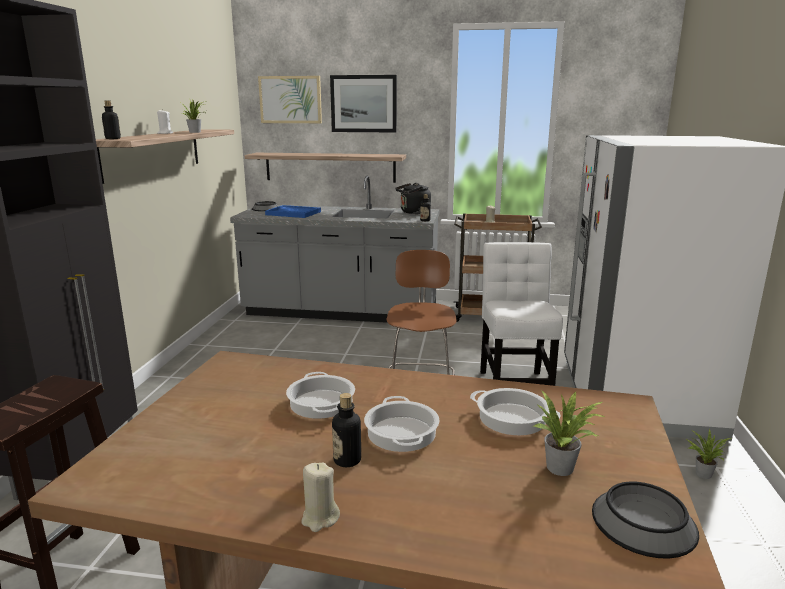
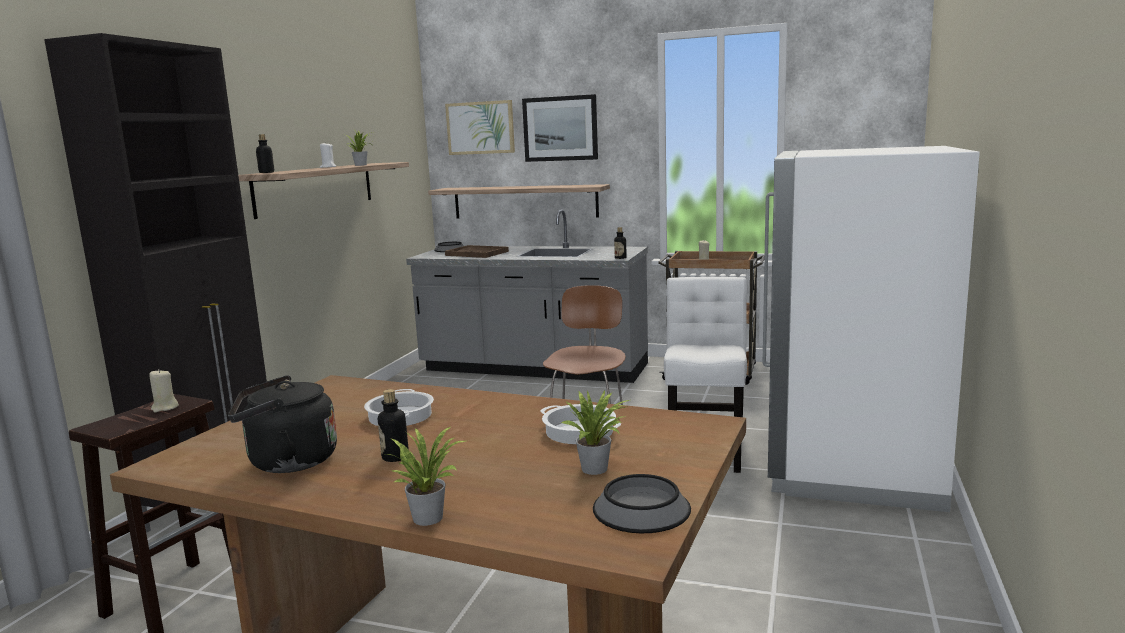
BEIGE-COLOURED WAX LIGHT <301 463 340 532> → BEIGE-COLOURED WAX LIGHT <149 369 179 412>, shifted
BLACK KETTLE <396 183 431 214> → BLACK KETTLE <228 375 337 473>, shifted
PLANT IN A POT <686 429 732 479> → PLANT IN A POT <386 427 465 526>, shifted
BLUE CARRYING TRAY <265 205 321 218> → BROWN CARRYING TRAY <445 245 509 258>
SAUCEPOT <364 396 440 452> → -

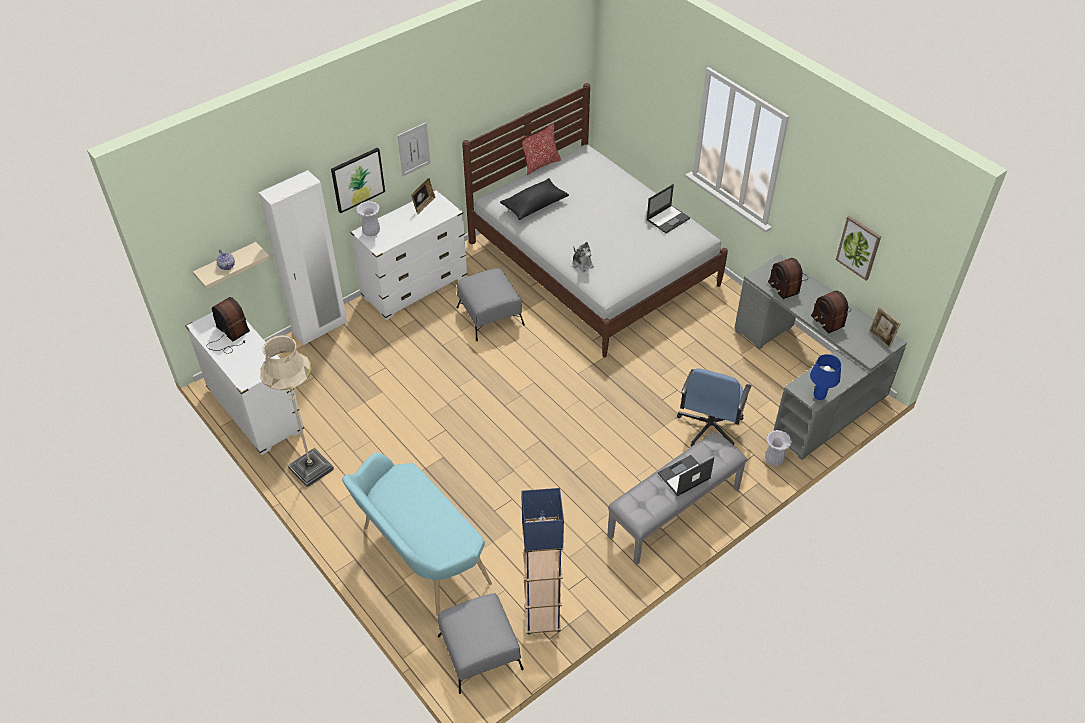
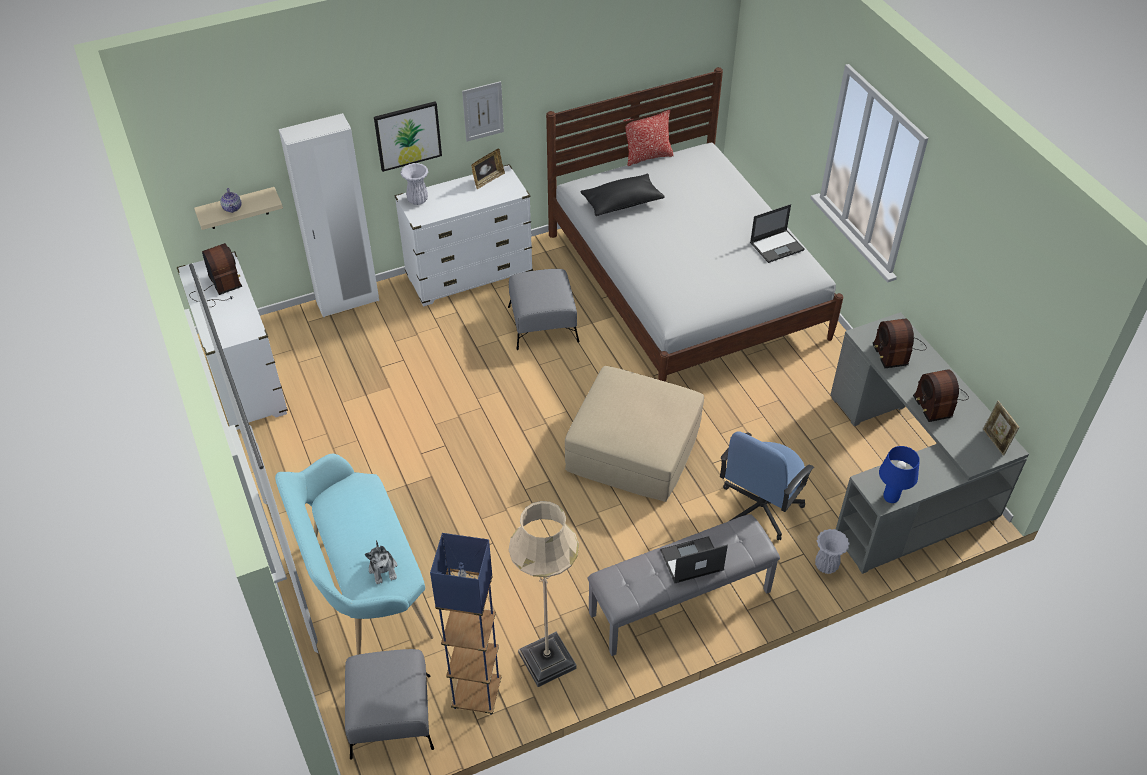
PLUSH TOY <572 242 594 272> → PLUSH TOY <365 540 397 584>, shifted
BEIGE-COLOURED STANDARD LAMP <260 335 334 487> → BEIGE-COLOURED STANDARD LAMP <509 501 579 687>, shifted
- → BEIGE-COLOURED FOOTREST <565 366 704 502>
PICTURE <836 216 881 280> → -

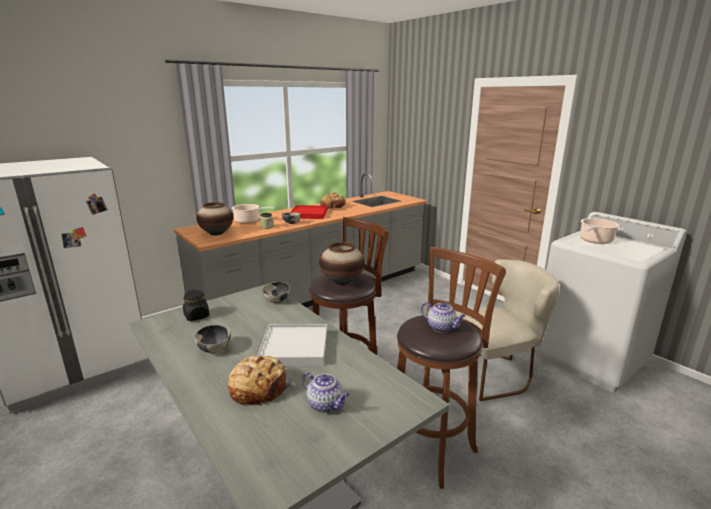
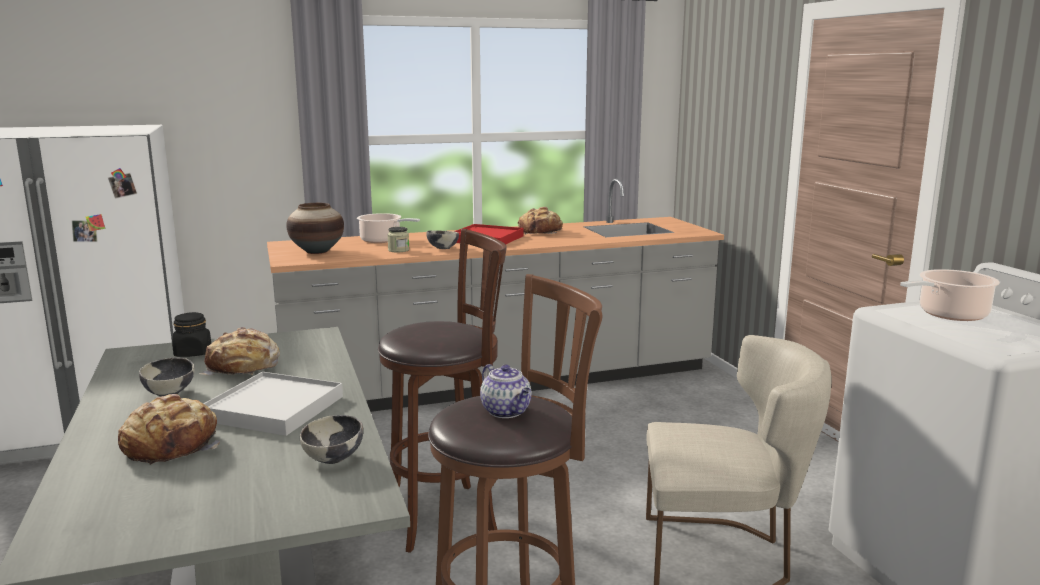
- → BREAD <199 327 280 375>
BOWL <263 282 290 303> → BOWL <300 415 363 464>, shifted
TEA POT <302 372 349 413> → -
FLOWER VASE <319 242 365 285> → -

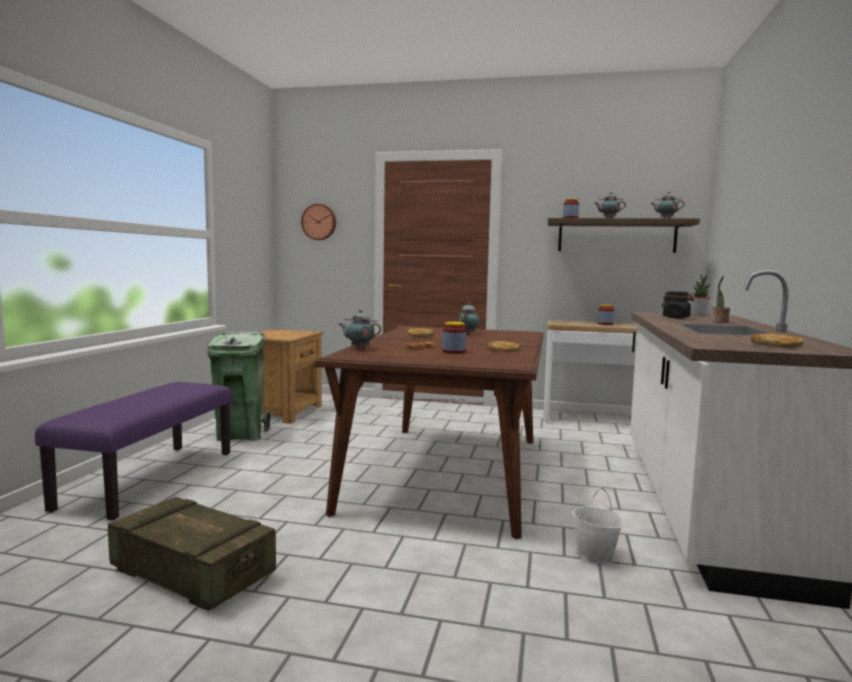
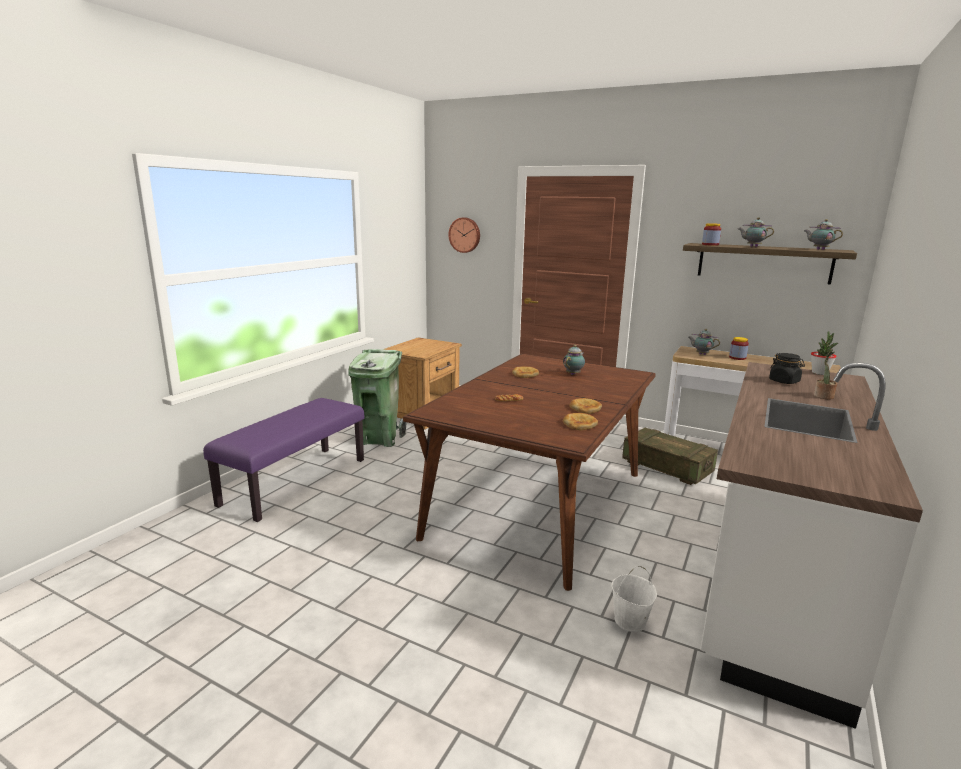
BREAD <751 333 804 348> → BREAD <563 413 598 430>, shifted
SHIPPING CRATE <108 497 276 610> → SHIPPING CRATE <622 428 718 485>, shifted
TEA POT <339 310 381 349> → TEA POT <688 329 720 355>, shifted
JAR <442 322 466 354> → -

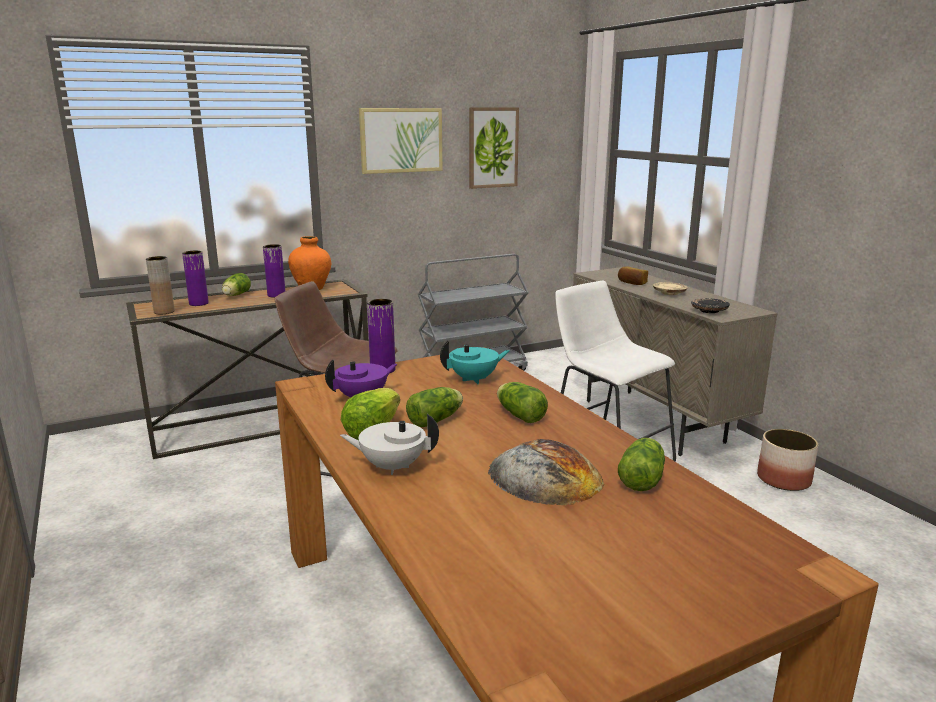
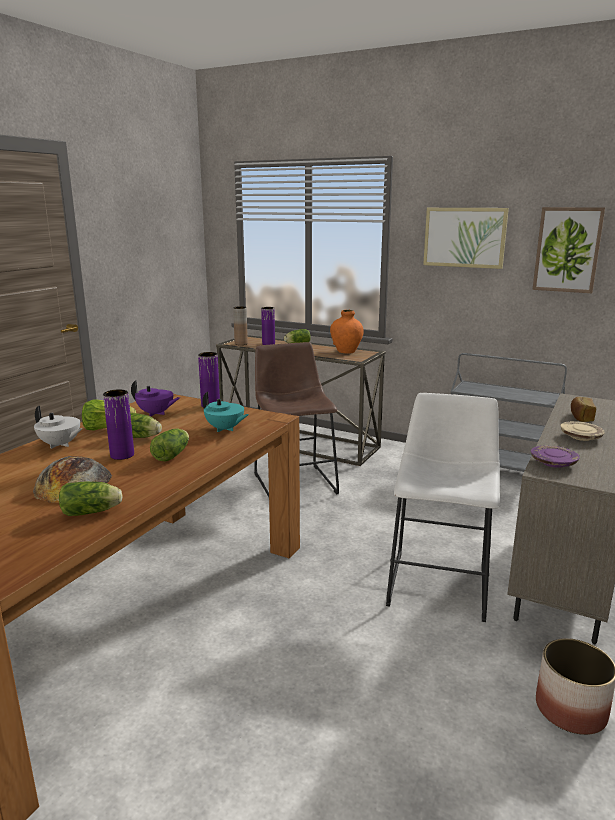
WHITE TEA POT <340 414 439 475> → WHITE TEA POT <34 406 82 449>, 150 degrees clockwise
PURPLISH FLOWER VASE <263 244 285 298> → PURPLISH FLOWER VASE <103 390 134 460>, shifted
BLACK PLATE <691 298 730 313> → PURPLISH PLATE <531 445 580 468>

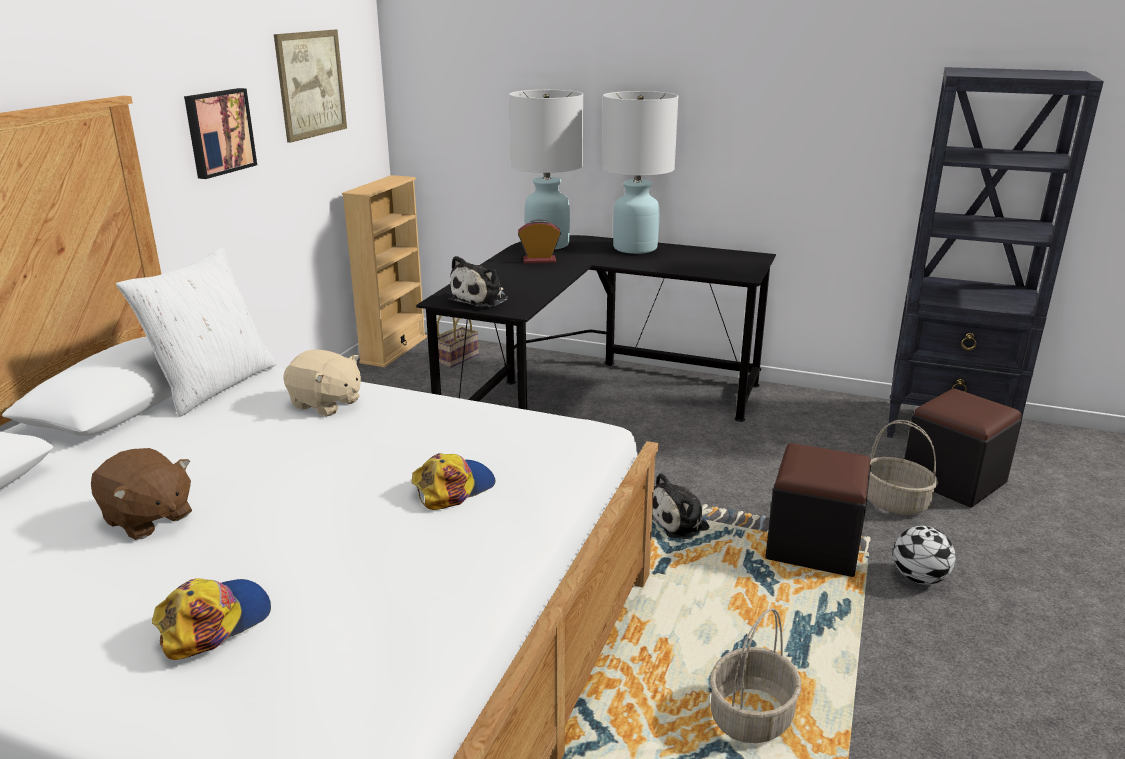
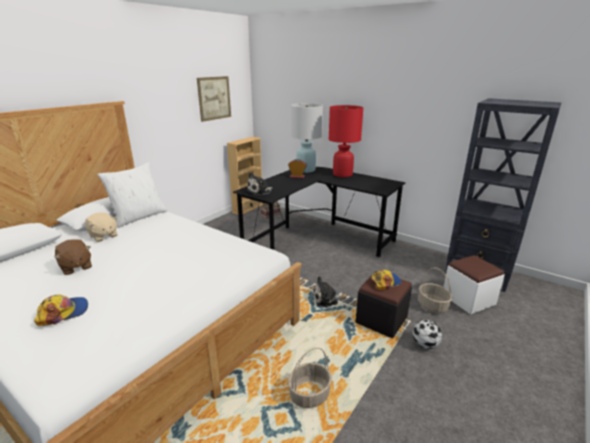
BEIGE-COLOURED PLUSH TOY <283 350 361 416> → BEIGE-COLOURED PLUSH TOY <85 213 118 242>, shifted
WHITE TABLETOP LAMP <602 91 679 254> → RED-COLOURED TABLETOP LAMP <329 105 364 177>
BASEBALL CAP <411 453 496 510> → BASEBALL CAP <372 269 402 290>, shifted
BLACK FOOTREST <904 389 1022 508> → WHITE FOOTREST <444 255 504 314>
PICTURE <184 88 257 179> → -

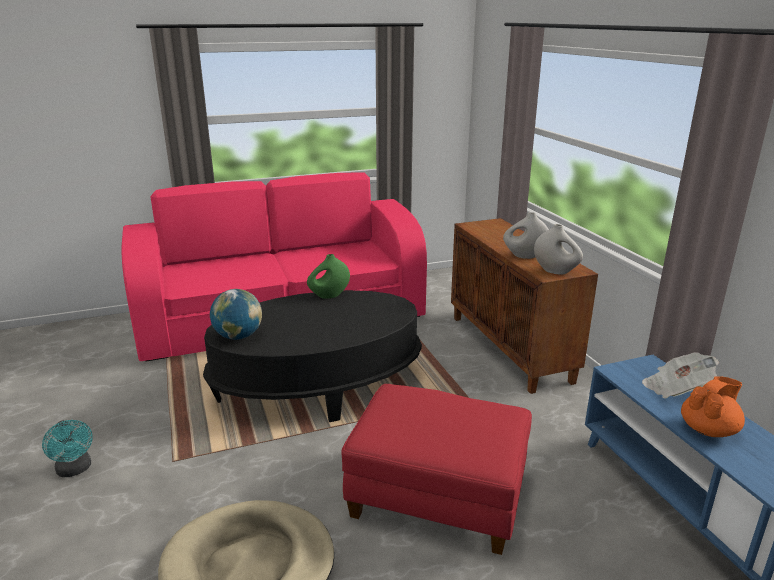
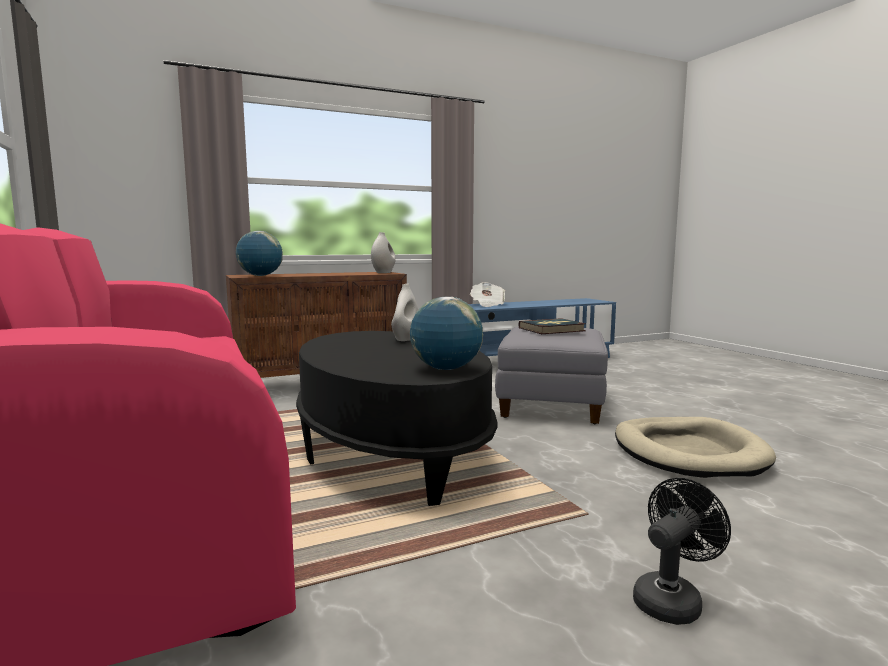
- → WORLD GLOBE <236 231 283 276>
WHITE FLOWER VASE <503 212 549 259> → WHITE FLOWER VASE <391 284 418 341>, shifted
RED-COLOURED FOOTREST <342 384 532 555> → GRAY FOOTREST <495 326 608 424>
- → VOLUME <518 318 586 334>
TURQUOISE-COLOURED FAN <42 420 93 477> → BLACK FAN <633 478 731 625>
GREENISH FLOWER VASE <307 254 350 299> → -
ORANGE-COLOURED TEA POT <681 376 745 437> → -

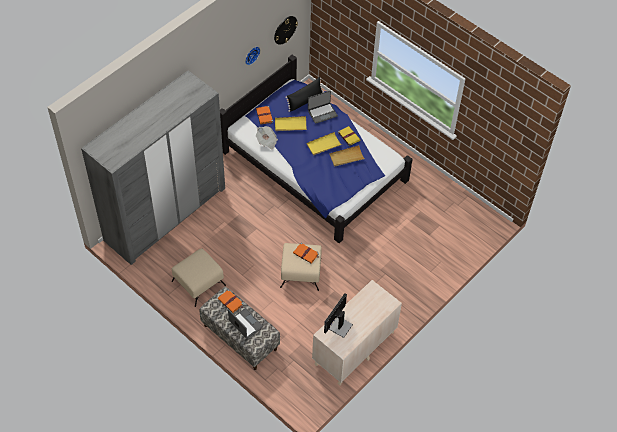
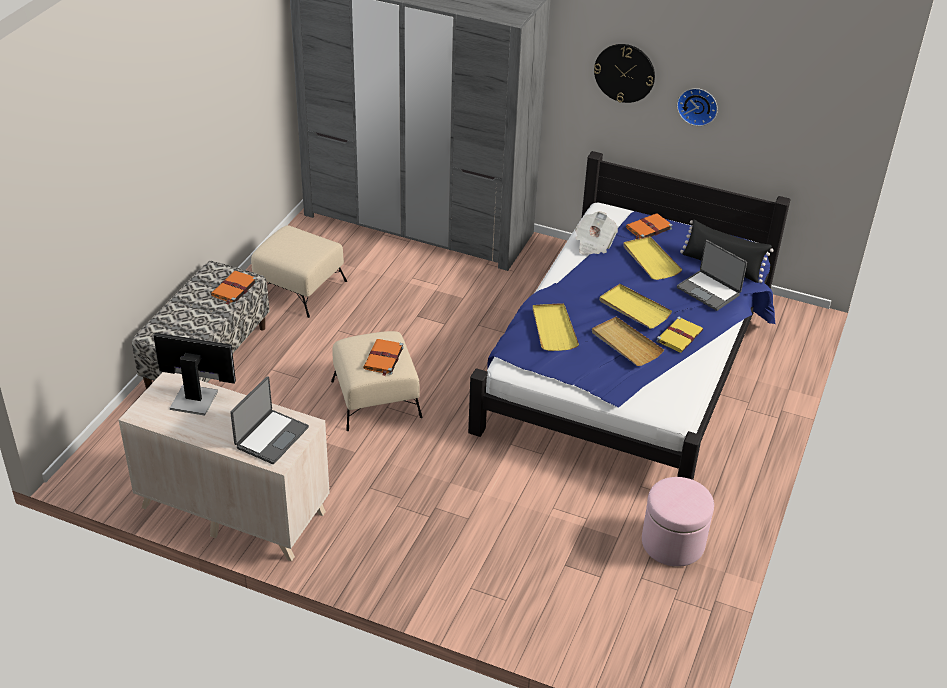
PORTABLE COMPUTER <228 308 263 339> → PORTABLE COMPUTER <230 376 309 464>, shifted
- → YELLOW-COLOURED CARRYING TRAY <533 303 579 351>
HANGING CLOCK <274 16 298 45> → HANGING CLOCK <594 44 655 103>, shifted
- → PINK-COLOURED FOOTREST <642 477 714 567>

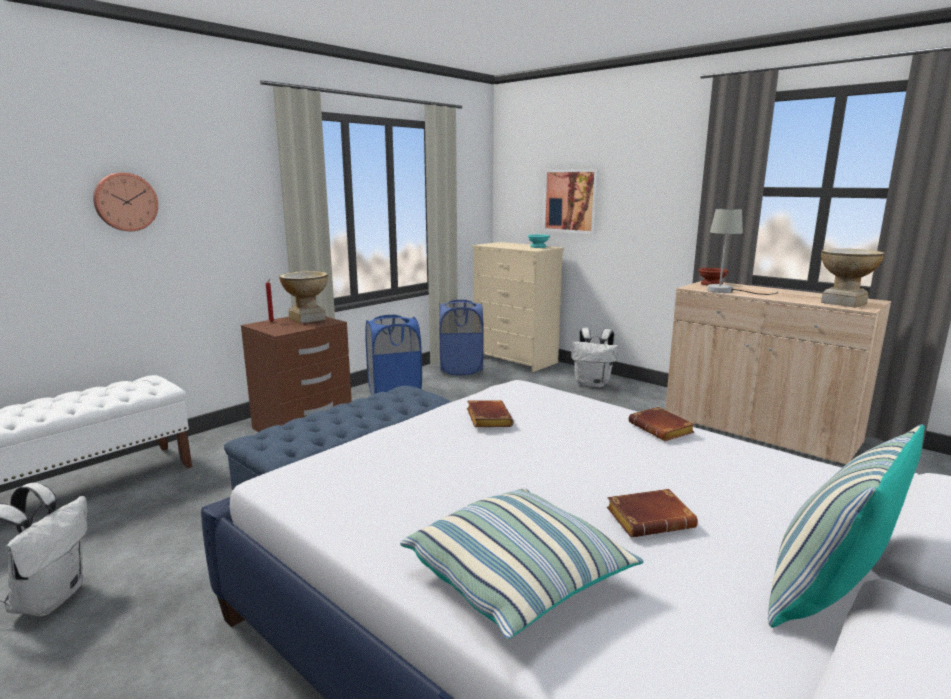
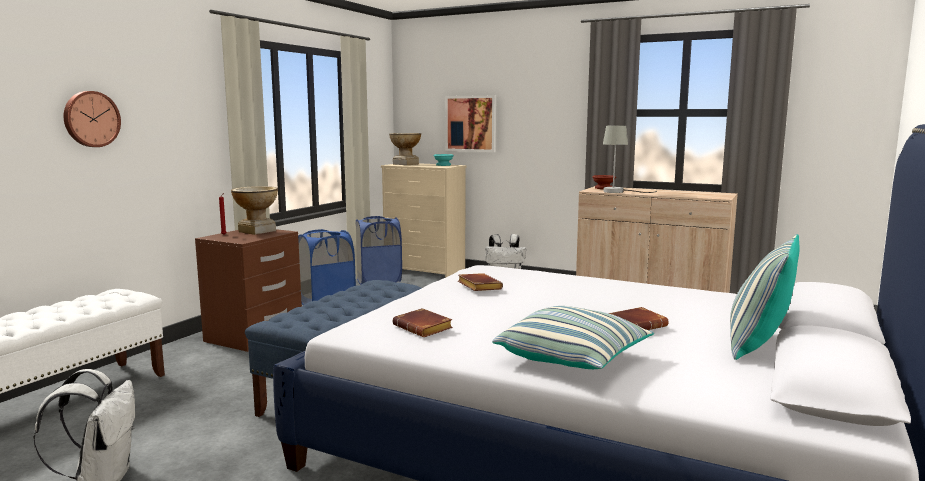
FLOWER VASE <821 249 885 308> → FLOWER VASE <389 133 421 165>, shifted
BROWN VOLUME <629 407 695 441> → BROWN VOLUME <393 308 453 337>, shifted

